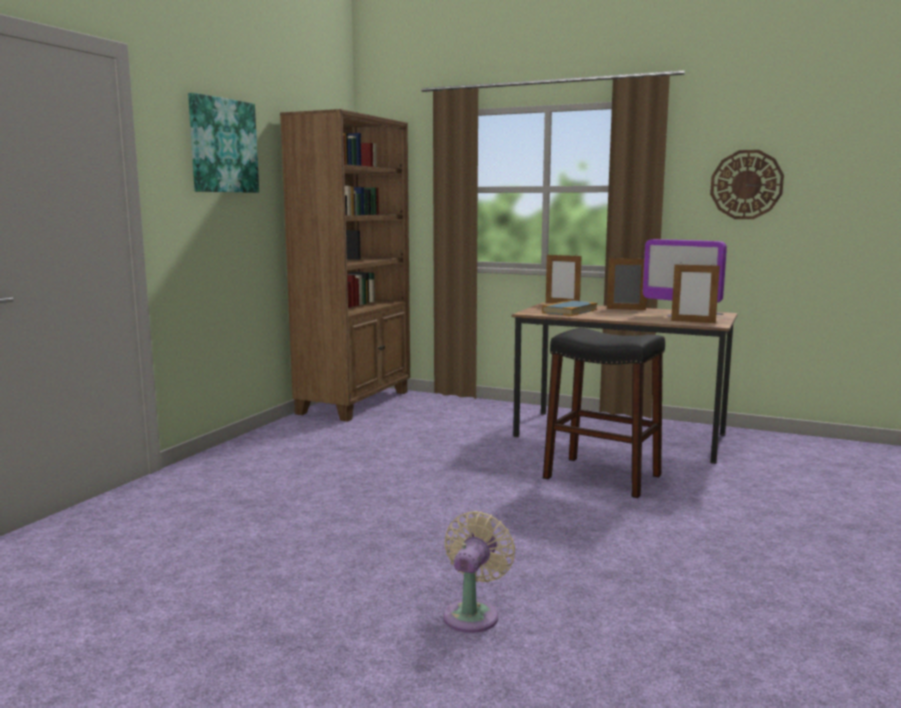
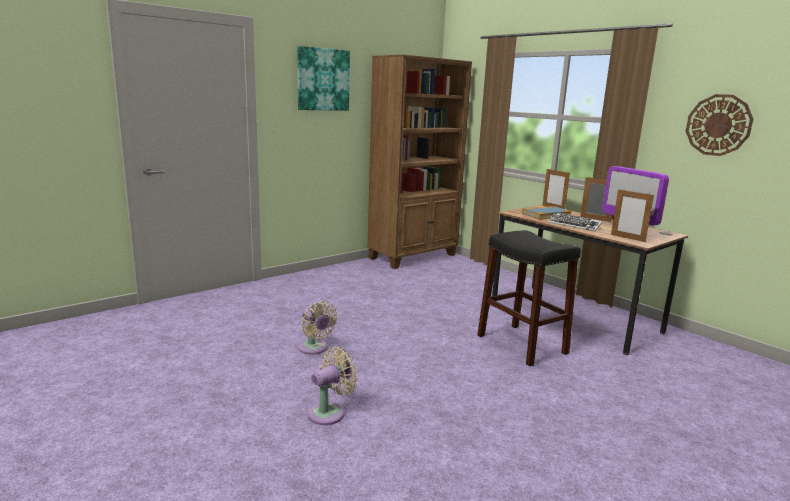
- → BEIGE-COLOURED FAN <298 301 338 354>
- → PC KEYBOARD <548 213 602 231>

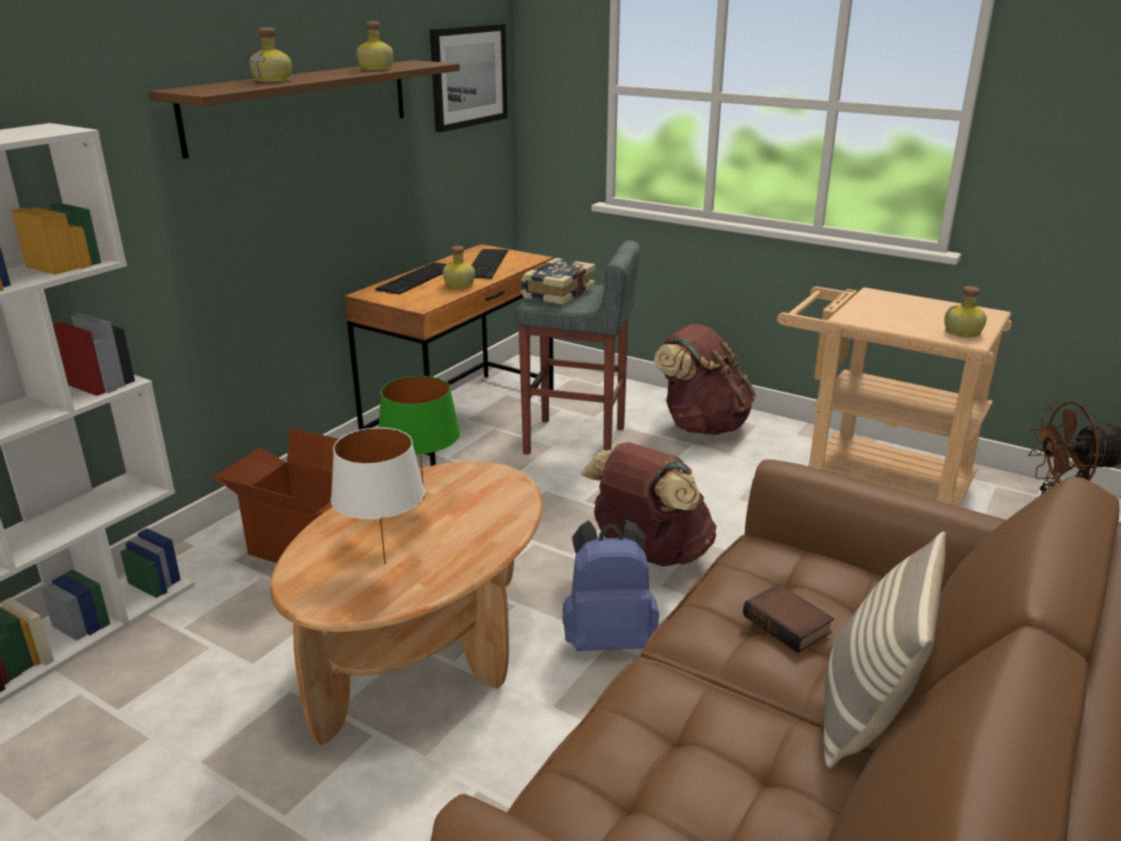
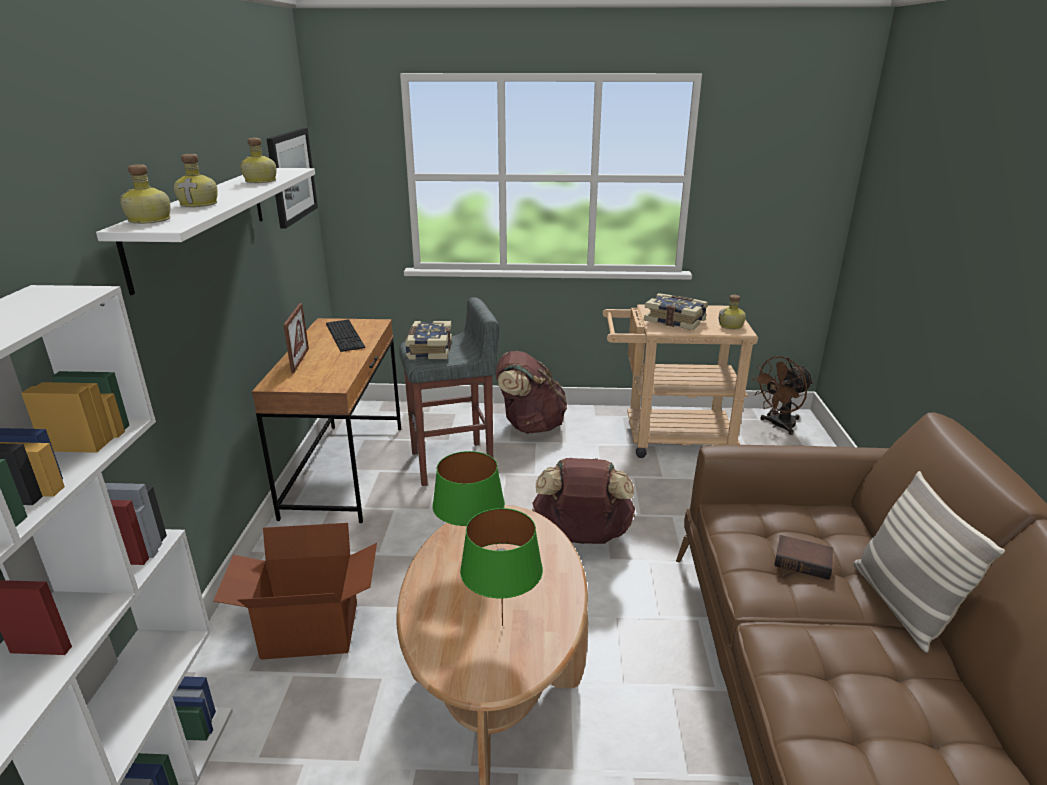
BROWN WALL SHELF <148 60 460 159> → WHITE WALL SHELF <96 168 315 295>
DRINK BOTTLE <443 246 475 289> → DRINK BOTTLE <120 164 170 224>, shifted
PC KEYBOARD <375 262 447 294> → PICTURE FRAME <283 303 309 373>
WHITE TABLETOP LAMP <331 427 425 565> → GREENISH TABLETOP LAMP <460 508 543 626>
- → VOLUME <644 293 708 330>
BLUE RUCKSACK <562 519 659 651> → -

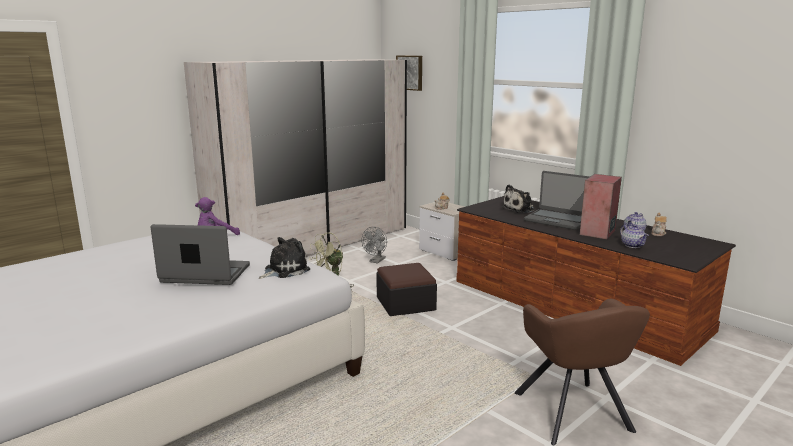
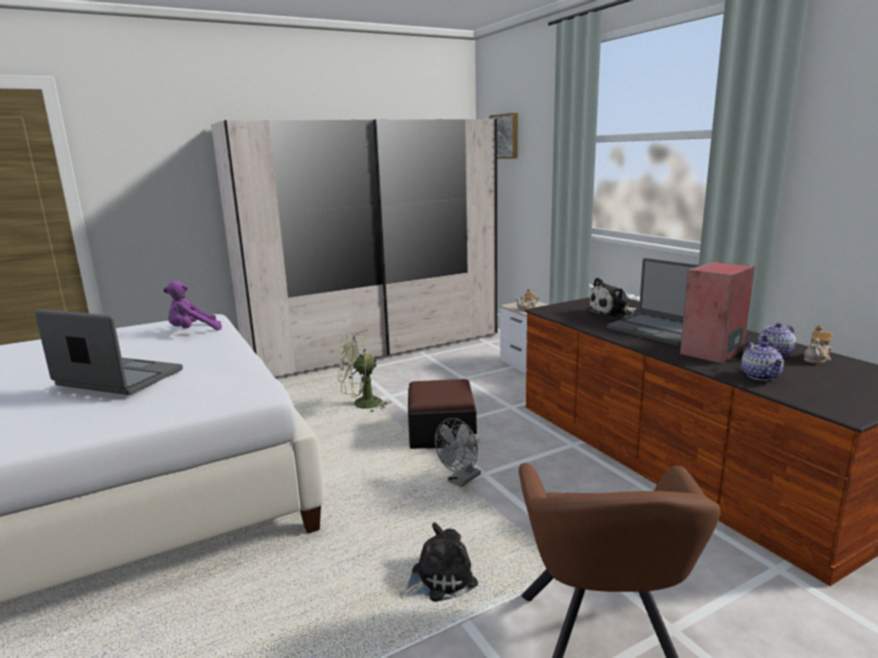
PLUSH TOY <259 237 310 279> → PLUSH TOY <400 523 478 602>, shifted
GRAY FAN <362 227 387 264> → GRAY FAN <435 418 481 487>, shifted

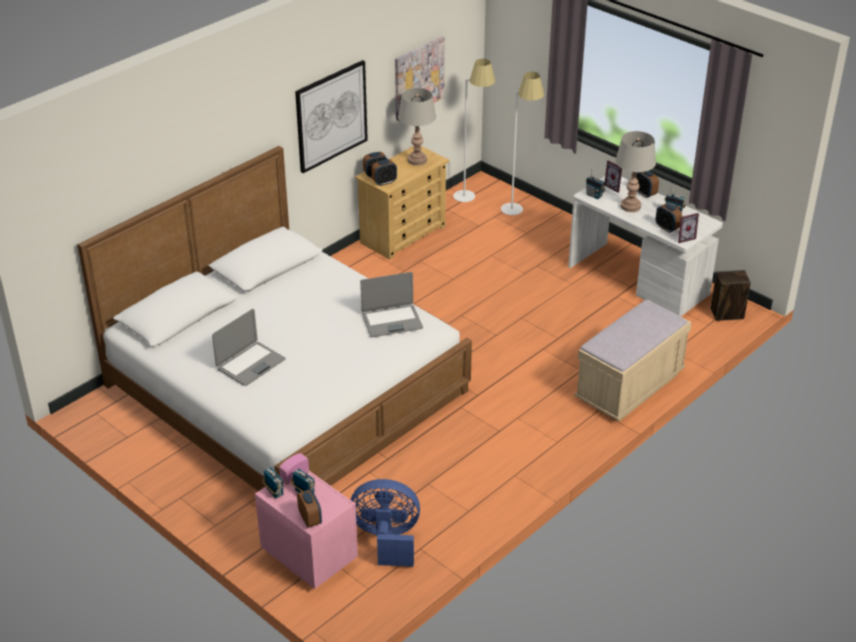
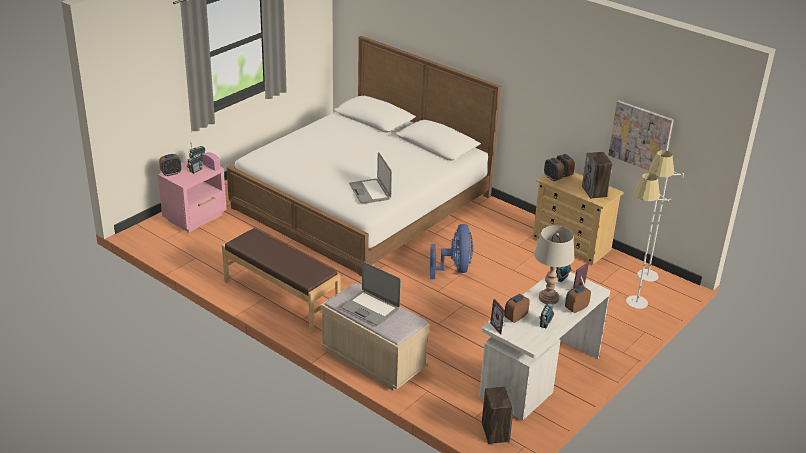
- → BROWN INDOOR BENCH <222 228 341 332>
PORTABLE COMPUTER <212 309 286 386> → PORTABLE COMPUTER <341 262 401 325>, shifted
BLUE FAN <351 479 420 567> → BLUE FAN <430 224 473 279>, shifted
GRAY TABLETOP LAMP <398 88 436 166> → SPEAKER <582 152 613 199>
PICTURE <295 60 368 173> → -

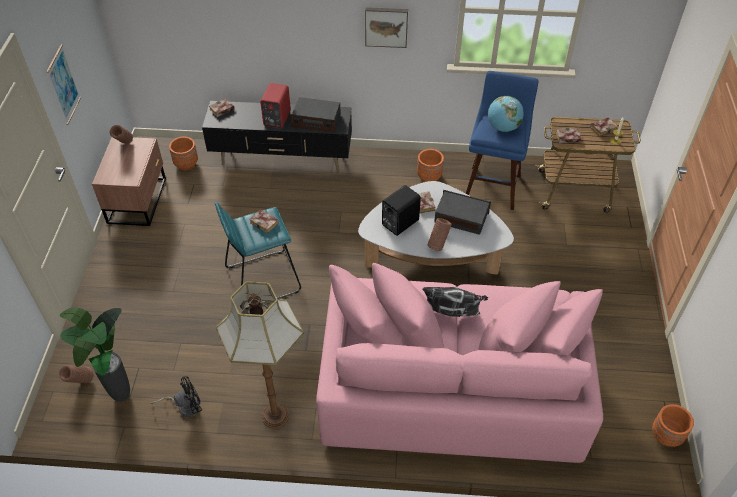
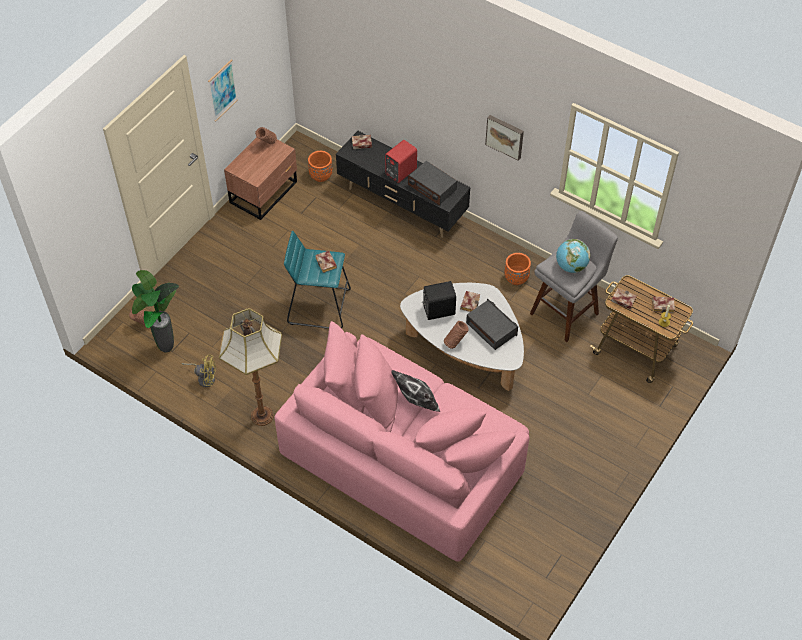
BLACK FAN <151 376 202 417> → YELLOW-COLOURED FAN <181 354 216 387>
BLUE STOOL <466 71 538 210> → GRAY STOOL <530 211 618 342>
ORANGE-COLOURED PLANTER <652 404 694 447> → -

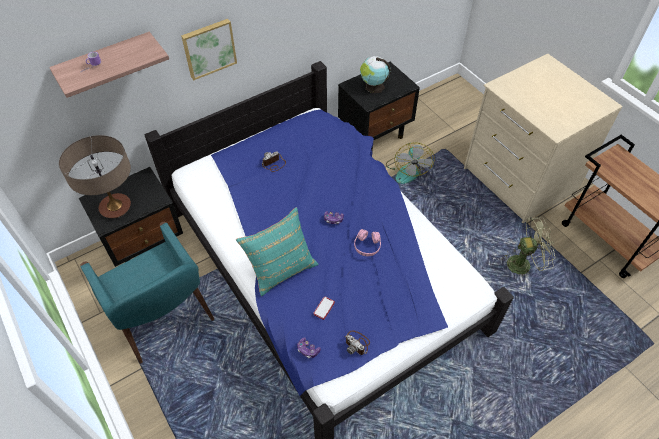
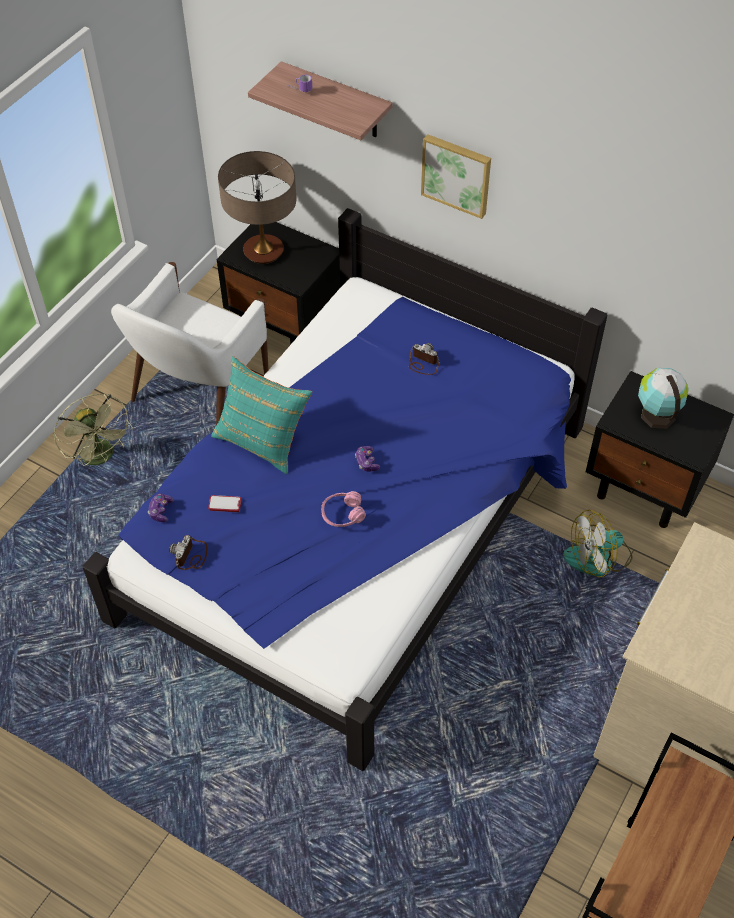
GREENISH FAN <501 217 556 277> → GREENISH FAN <54 394 133 466>, shifted
TURQUOISE-COLOURED LOUNGE CHAIR <81 222 214 364> → WHITE LOUNGE CHAIR <111 262 269 425>

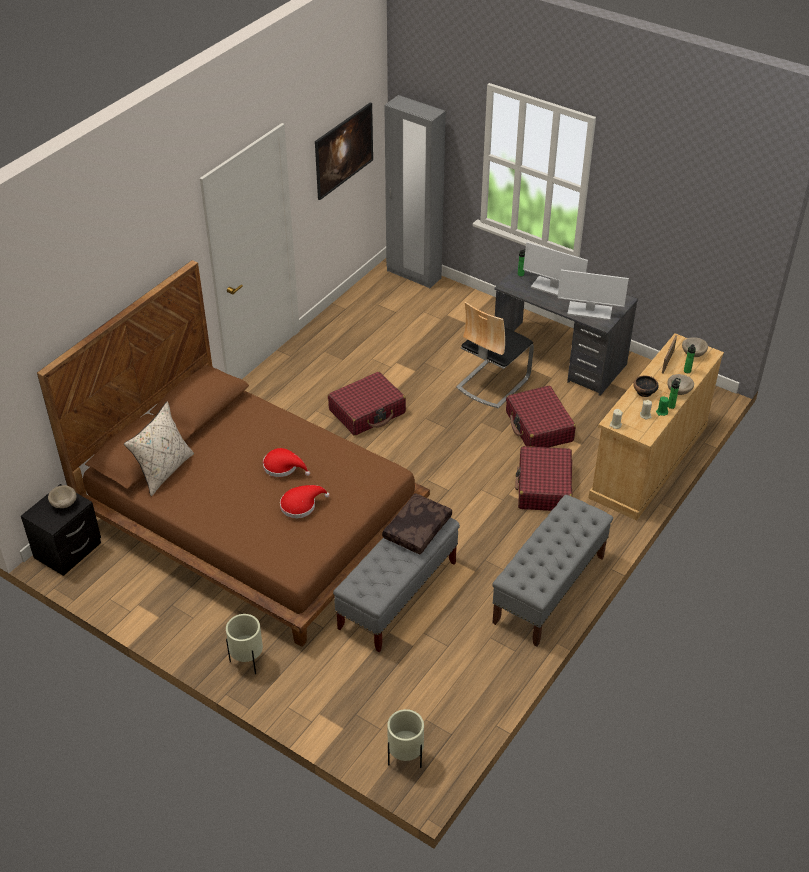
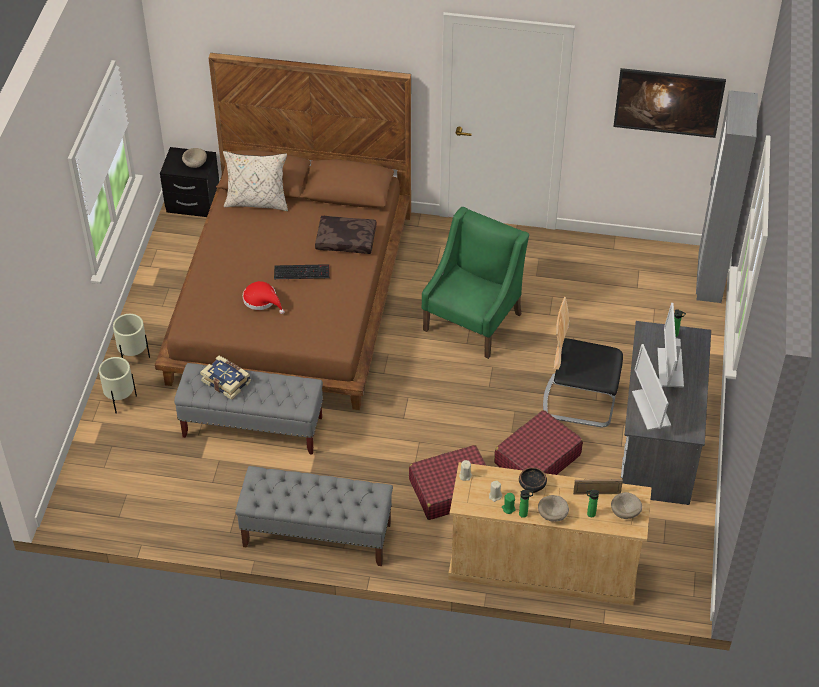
BEIGE-COLOURED PLANTER <387 709 424 768> → BEIGE-COLOURED PLANTER <99 357 137 414>, shifted
- → VOLUME <200 355 251 400>
RED-COLOURED HAT <263 448 310 477> → PC KEYBOARD <274 264 329 279>
BROWN PILLOW <382 493 452 555> → BROWN PILLOW <315 216 376 254>, shifted
RED-COLOURED PIECE OF LUGGAGE <328 372 406 436> → GREENISH LOUNGE CHAIR <421 207 529 359>

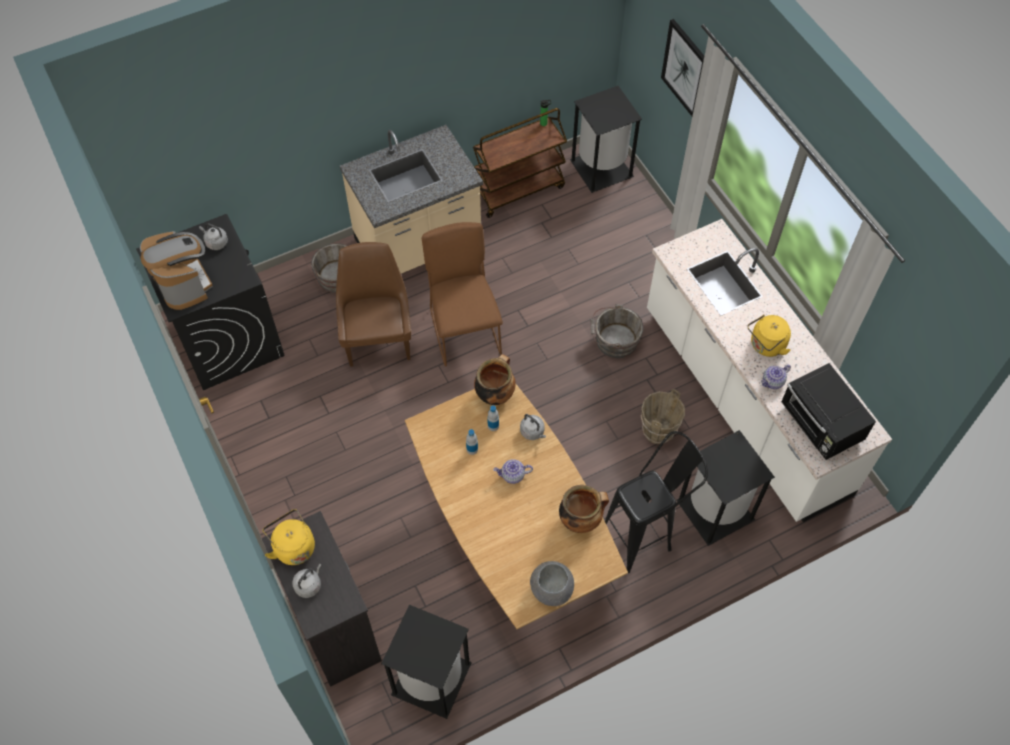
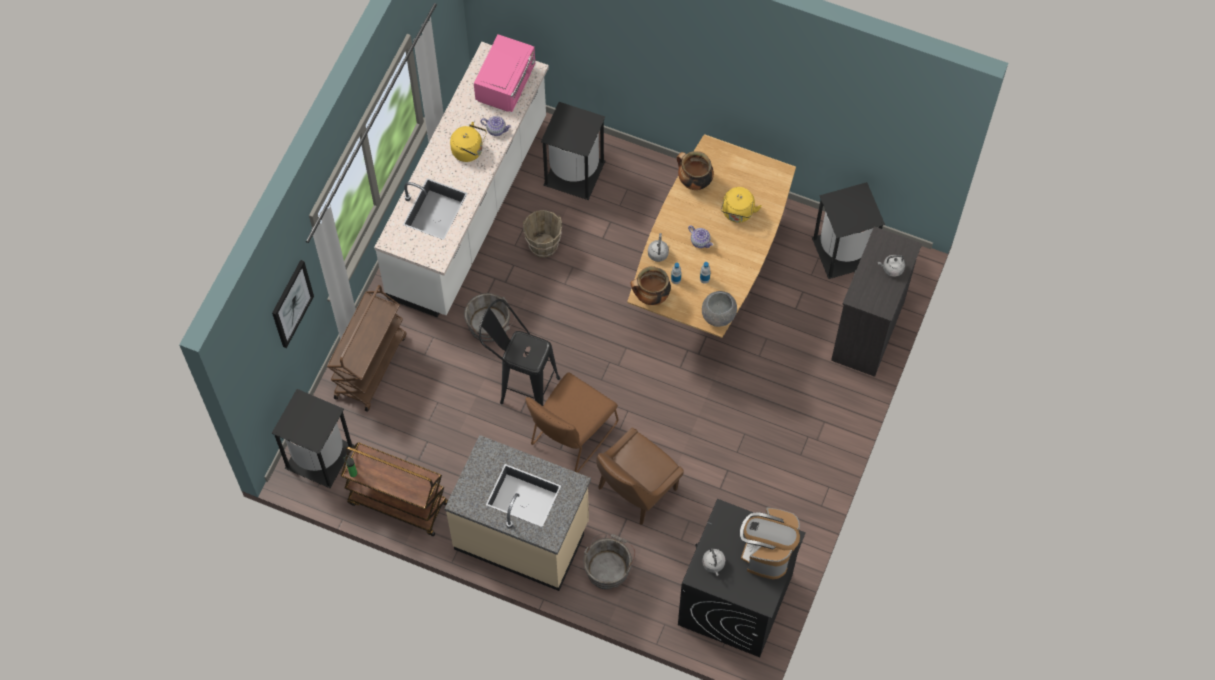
- → BROWN CART <327 285 406 412>
BLACK MICROWAVE OVEN <781 363 876 460> → PINK-COLOURED MICROWAVE OVEN <474 34 535 112>
BLACK STOOL <605 431 708 573> → BLACK STOOL <479 299 560 406>, shifted
GRAY BOWL <530 561 574 606> → GRAY BOWL <702 291 737 327>, shifted
YELLOW-COLOURED KETTLE <262 509 315 565> → YELLOW-COLOURED KETTLE <721 187 762 223>, shifted

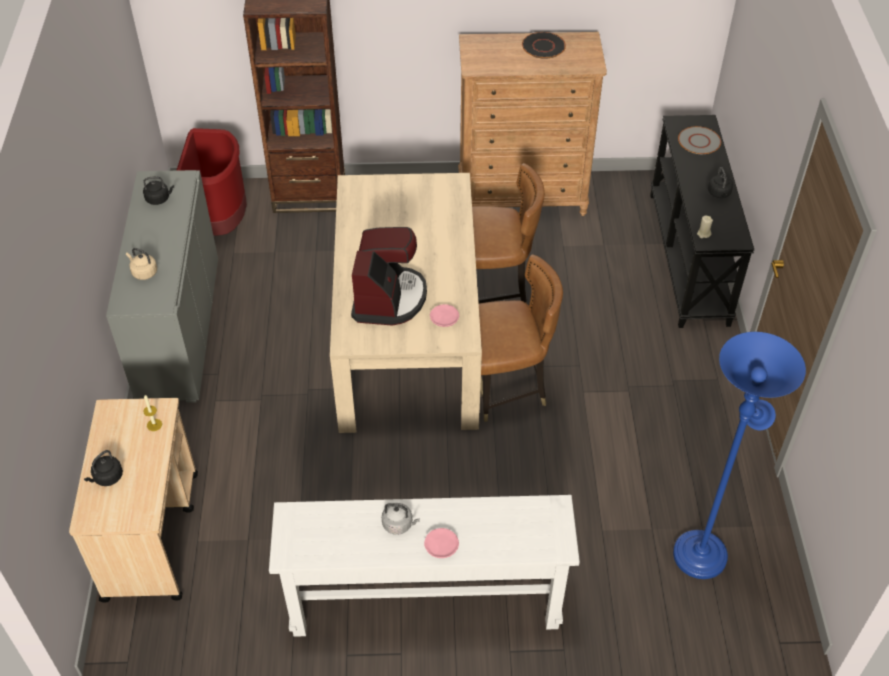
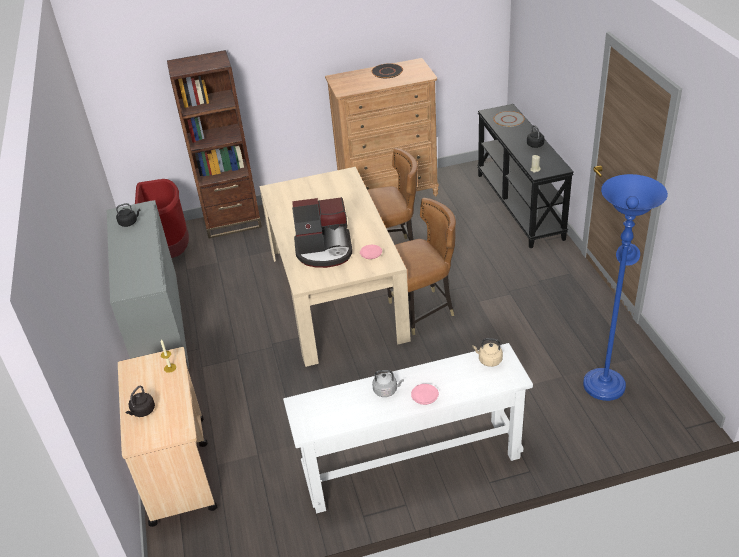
COFFEE MACHINE <351 227 427 326> → COFFEE MACHINE <292 197 352 268>, 90 degrees clockwise
BEIGE-COLOURED KETTLE <126 248 157 280> → BEIGE-COLOURED KETTLE <472 338 503 367>, shifted

